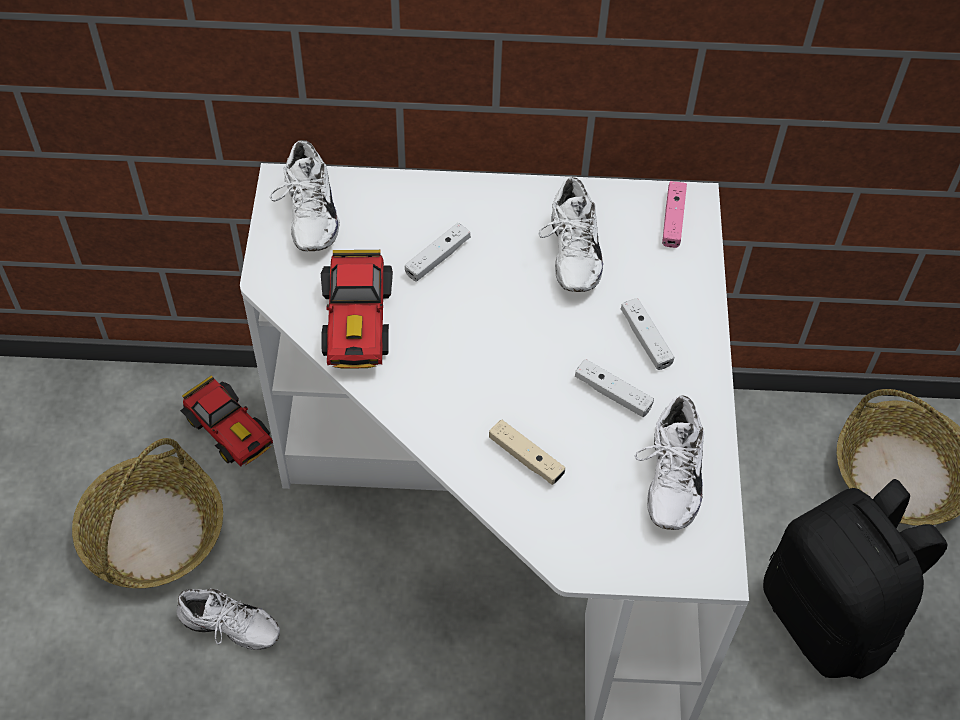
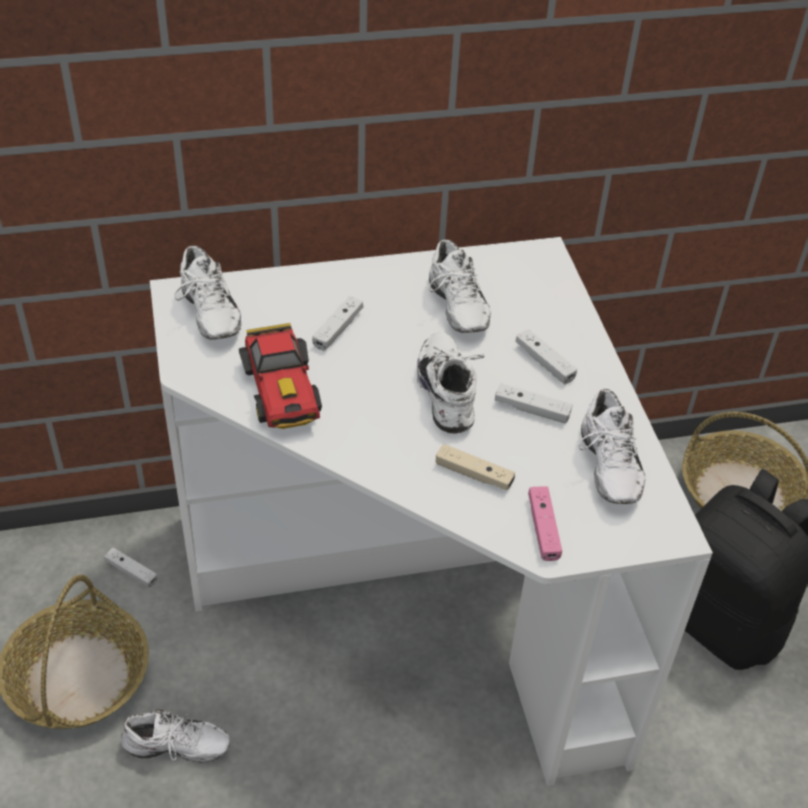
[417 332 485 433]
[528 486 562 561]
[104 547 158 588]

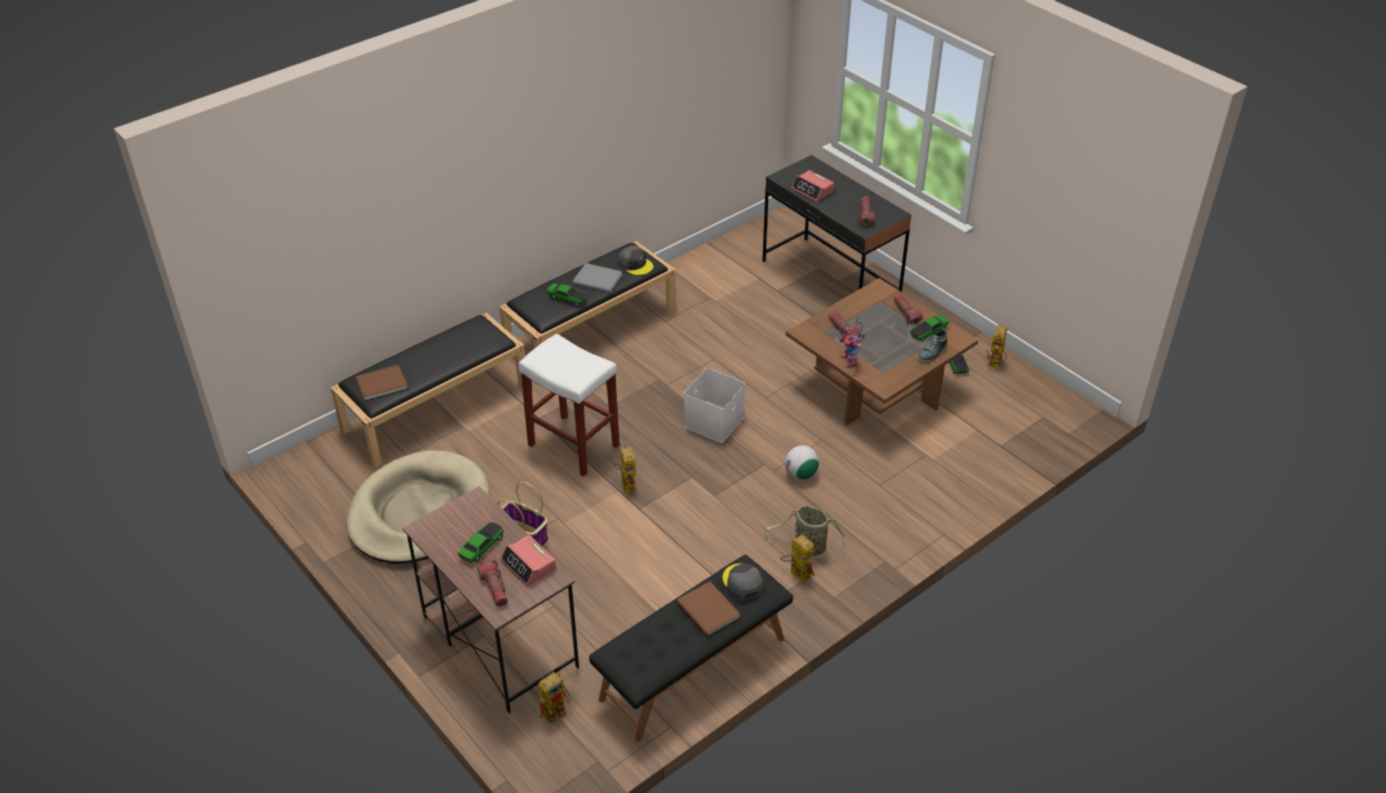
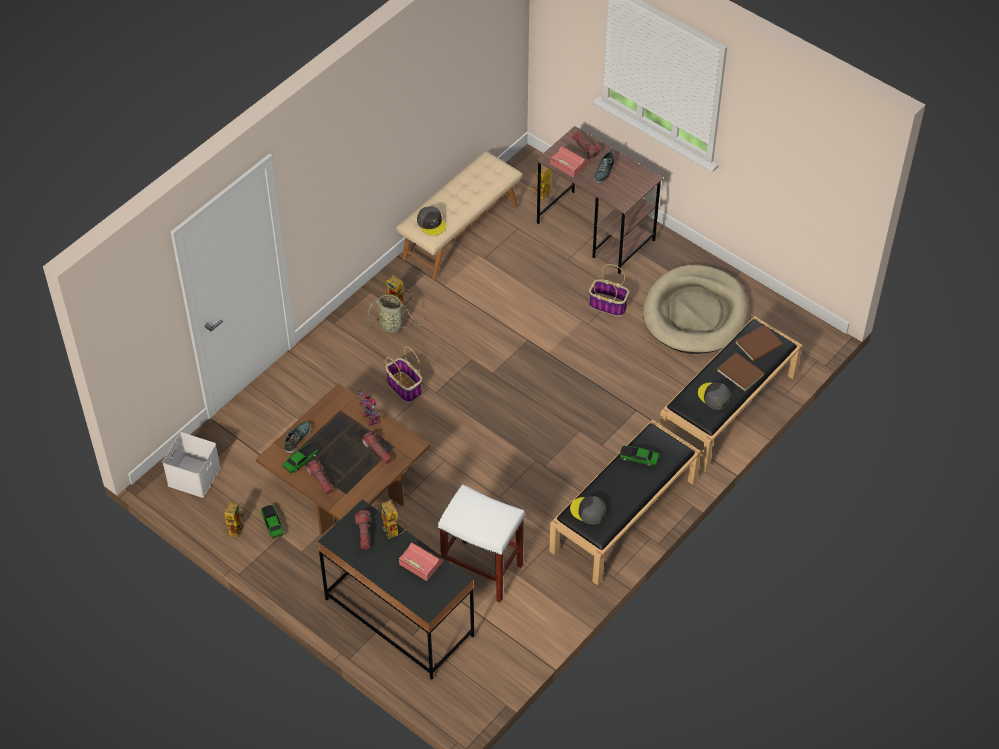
[573 263 622 293] (first image)
[698 382 731 410]
[438 484 525 602]
[381 500 407 539]
[717 352 765 391]
[163 432 221 498]
[594 150 614 183]
[385 346 422 403]
[396 151 522 280]

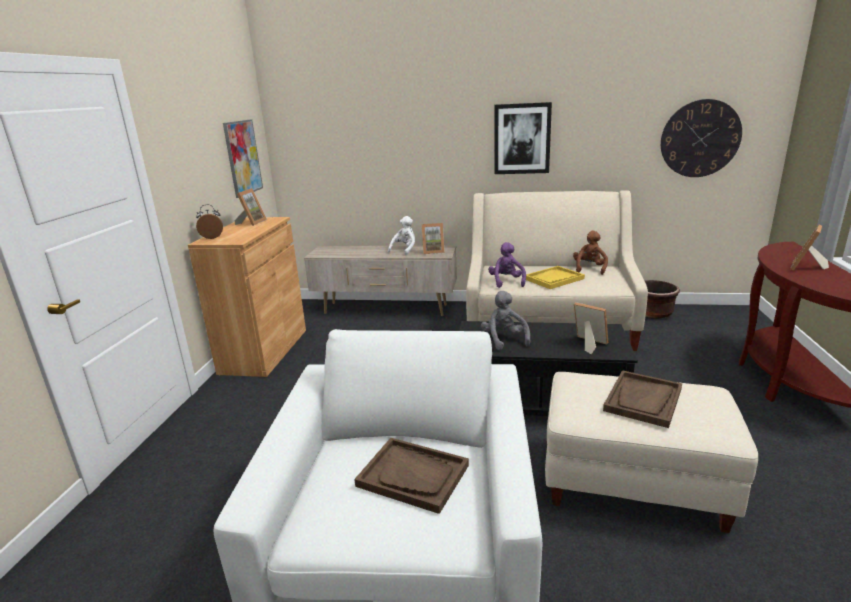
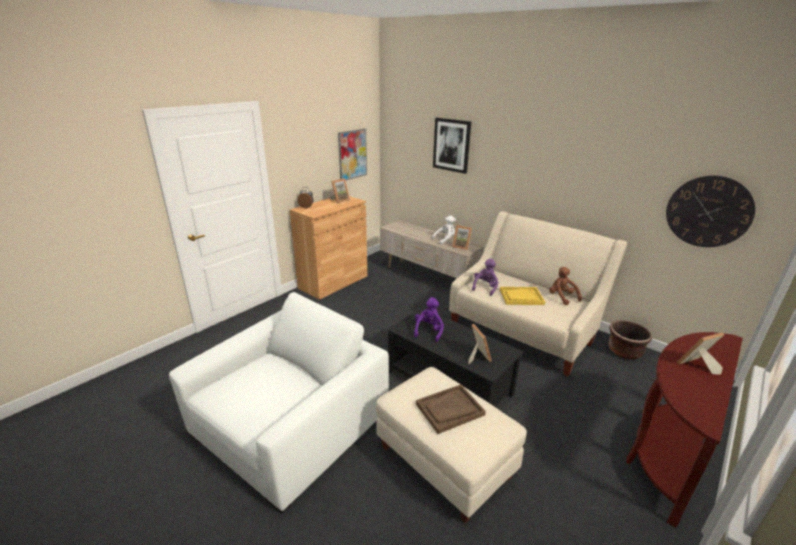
[354 438 469 514] (first image)
[433 118 471 174]
[414 297 444 342]
[549 267 582 305]

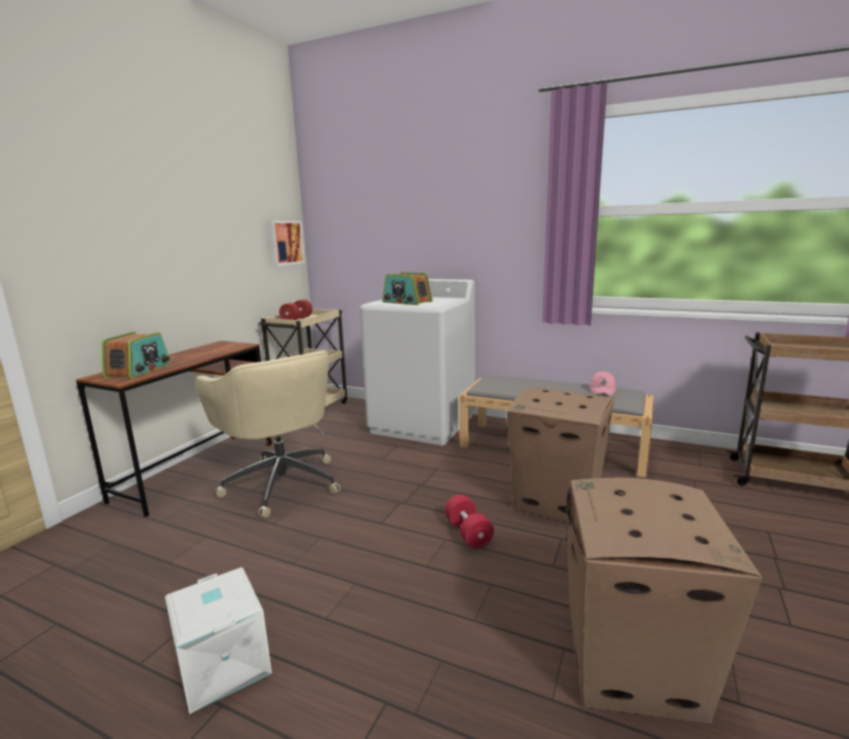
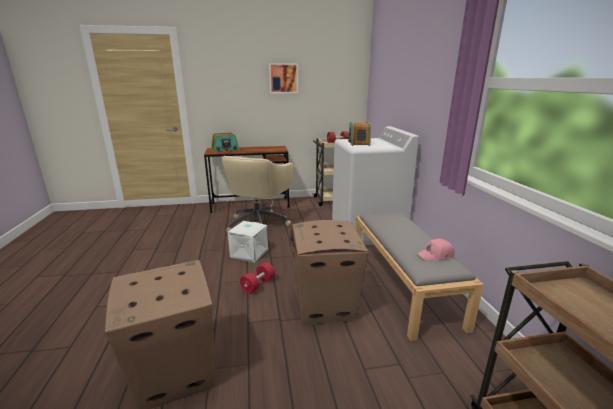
[228 221 268 263]
[269 63 298 93]

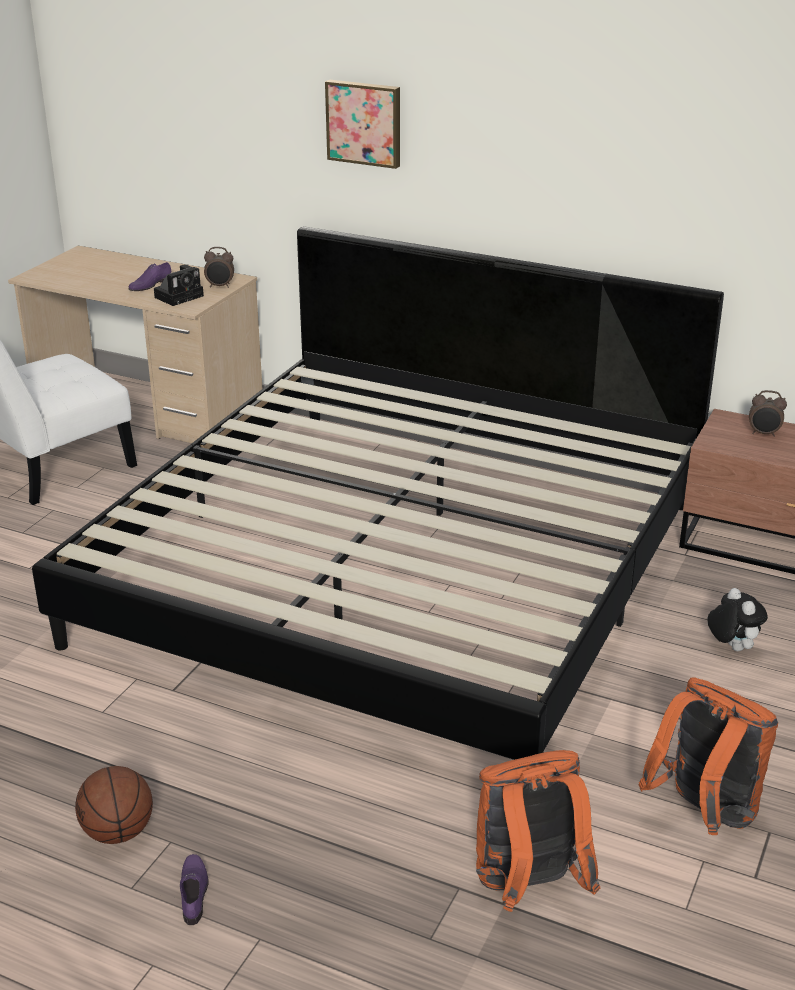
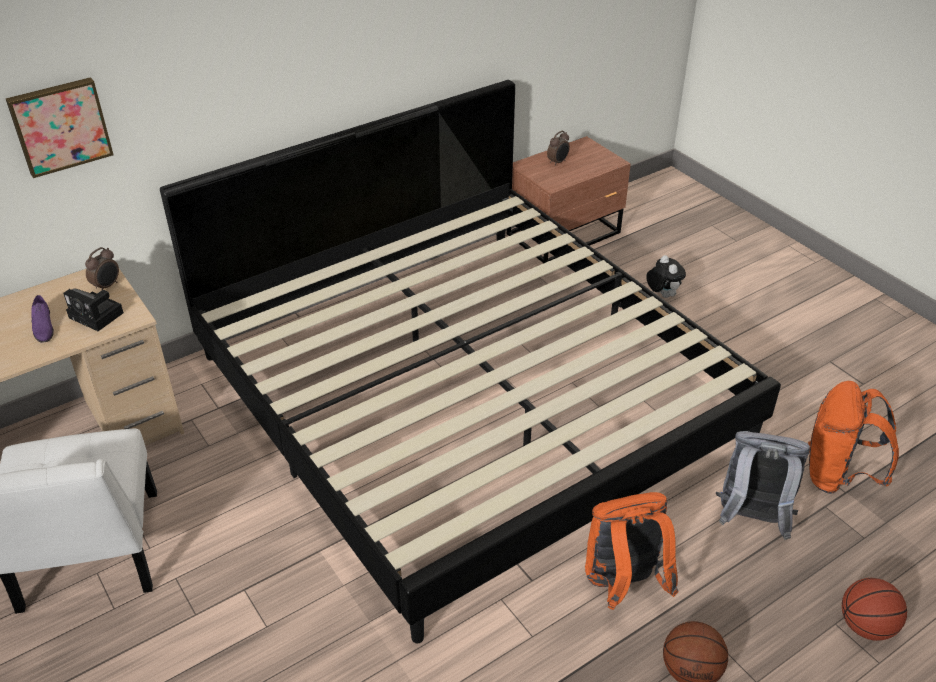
[180 854 209 925] (first image)
[716 431 810 540]
[842 578 907 641]
[6 77 114 178]
[585 492 679 610]
[63 288 124 331]
[646 255 686 298]

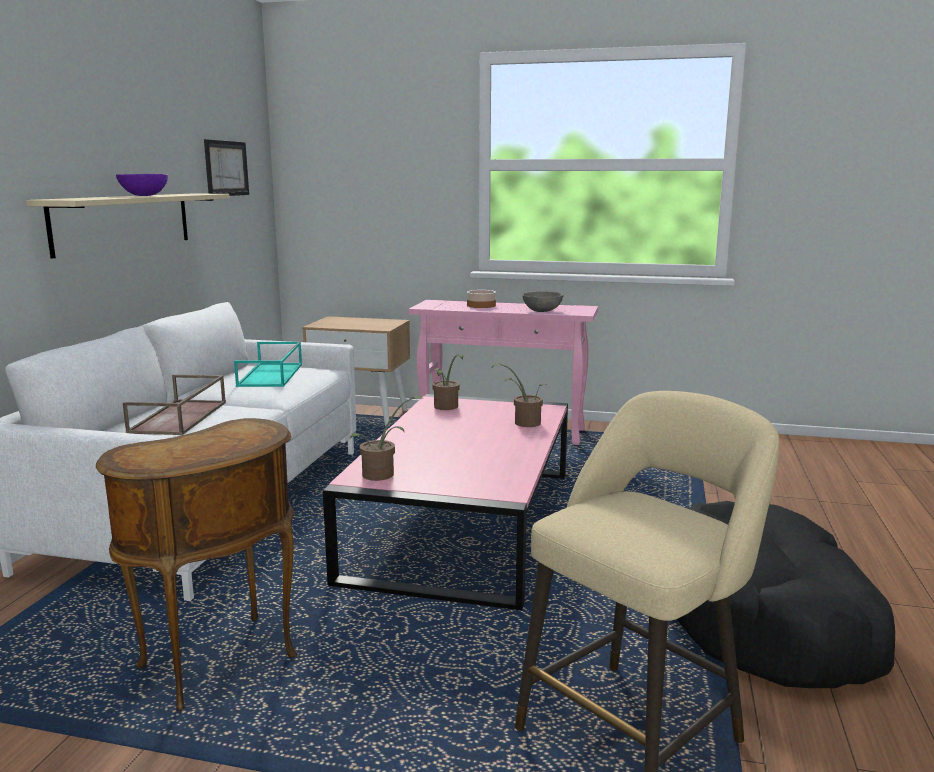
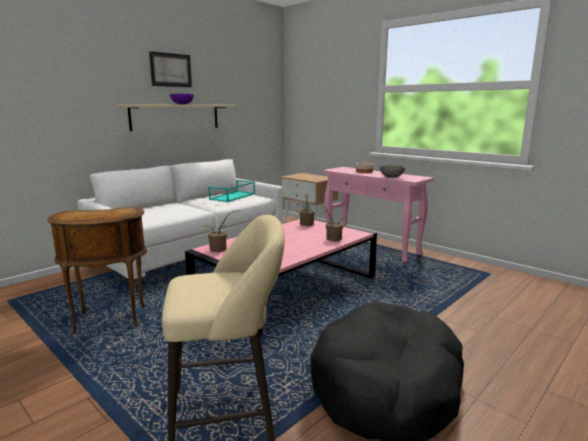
[123 374 226 435] (first image)
[149 51 192 87]

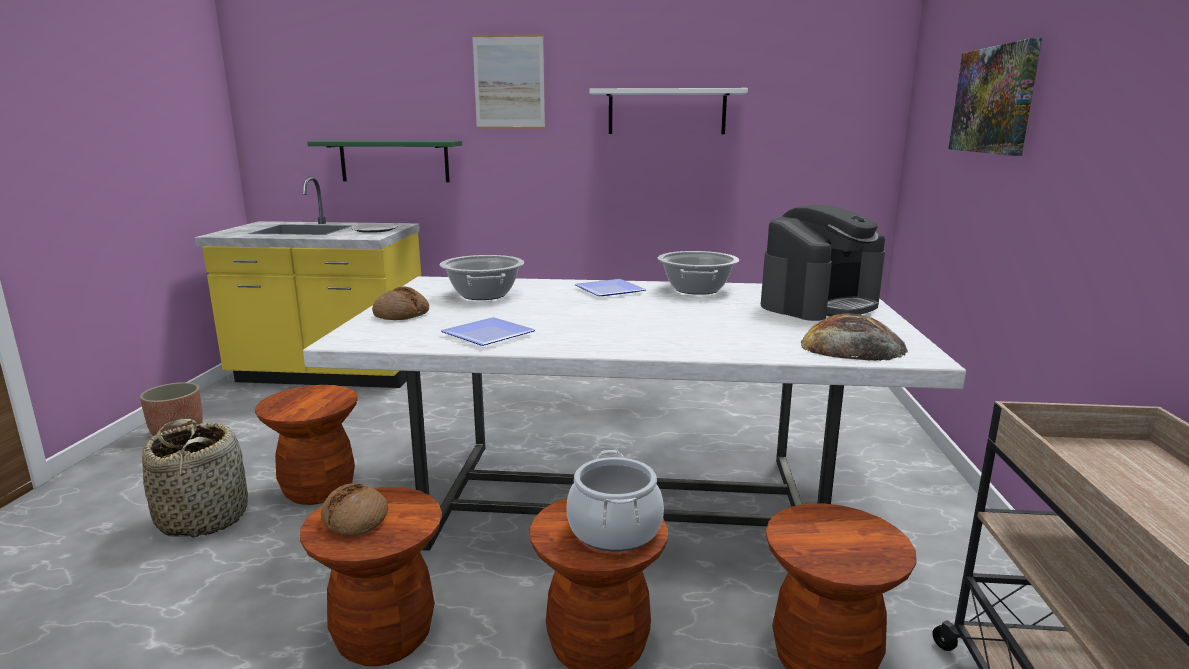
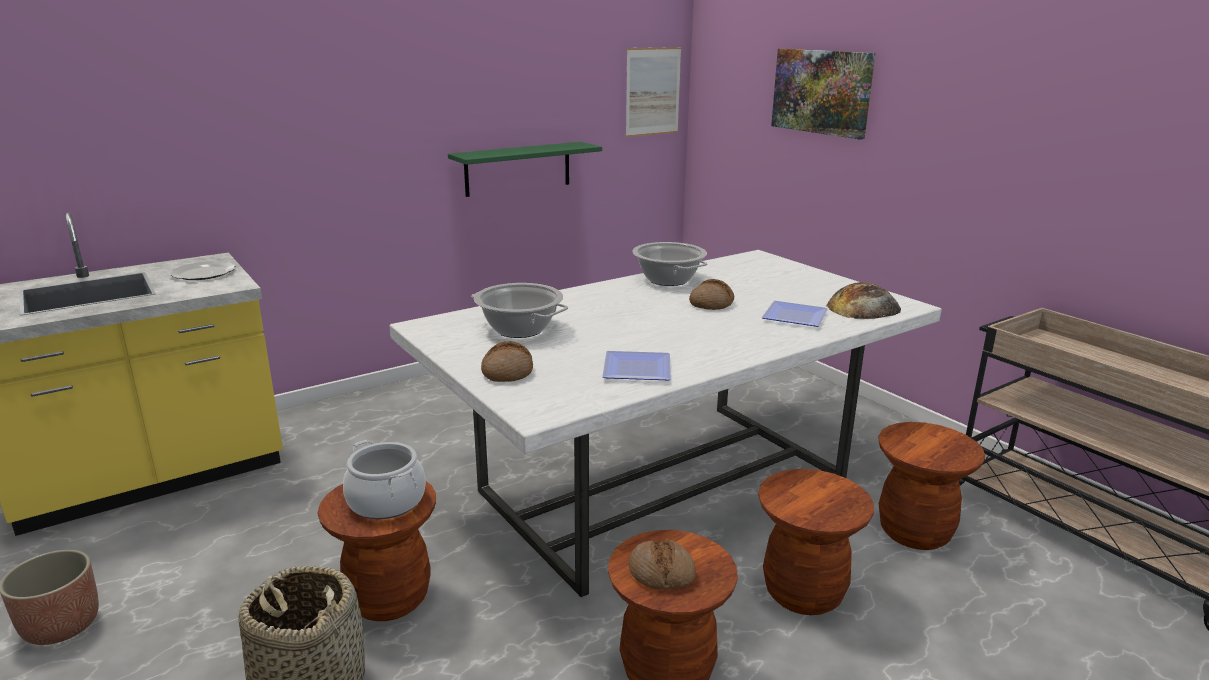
[589 88 748 134] (first image)
[761 205 885 321] (first image)
[689 279 734 310]
[448 142 602 197]
[625 47 682 137]
[343 440 426 519]
[761 301 828 327]

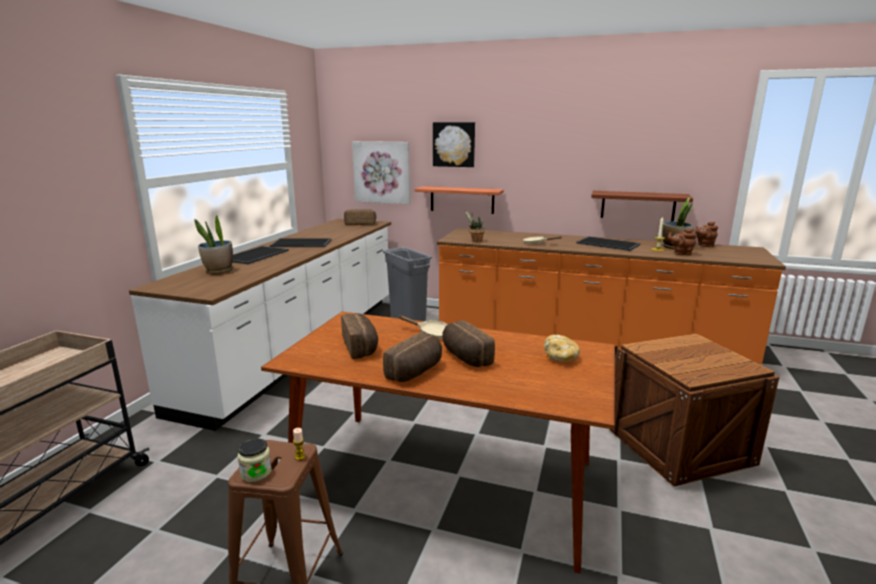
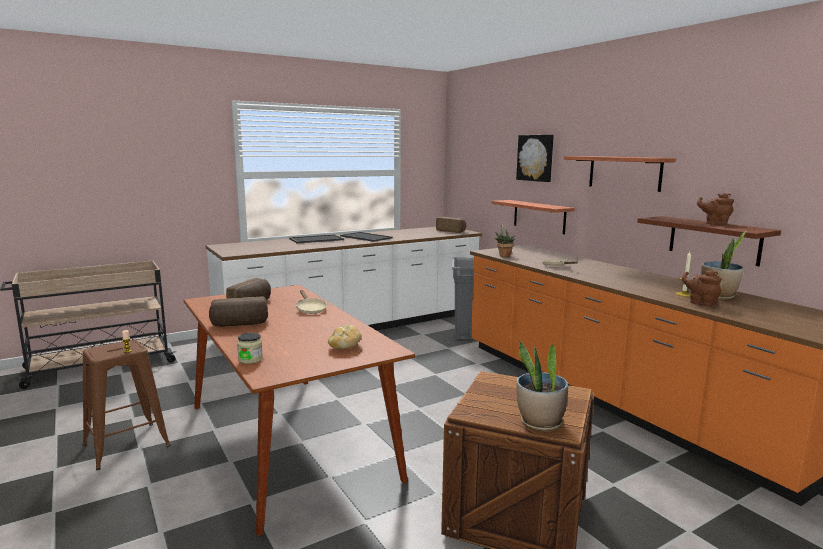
[352 141 410 204] (first image)
[442 320 495 367] (first image)
[576 236 640 251] (first image)
[564 156 676 192]
[517 342 568 432]
[237 333 263 364]
[697 193 734 225]

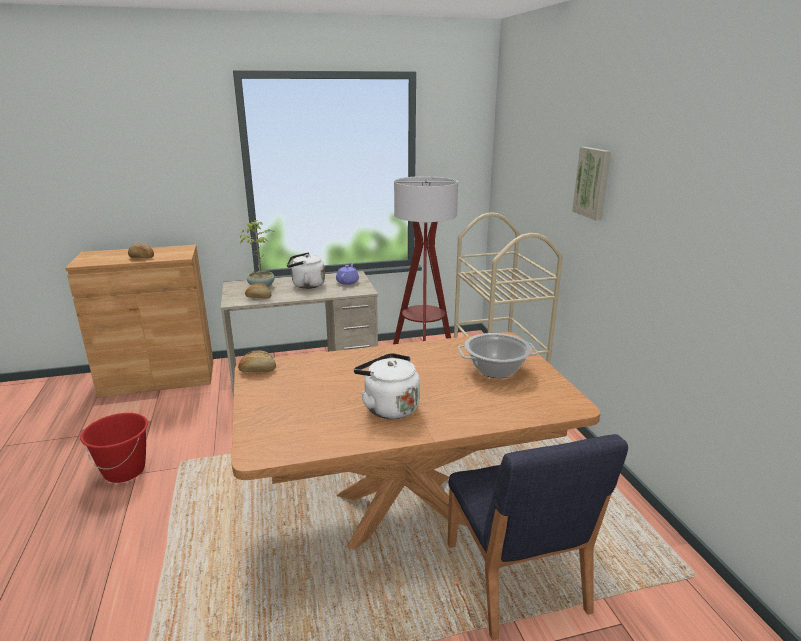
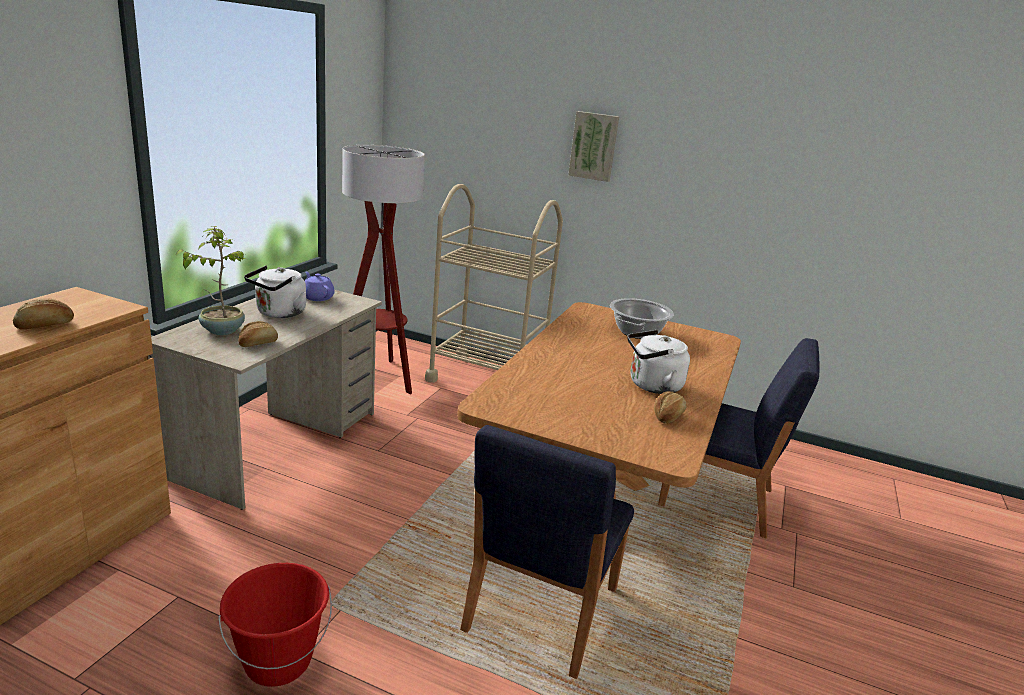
[460 425 634 679]
[654 391 686 423]

